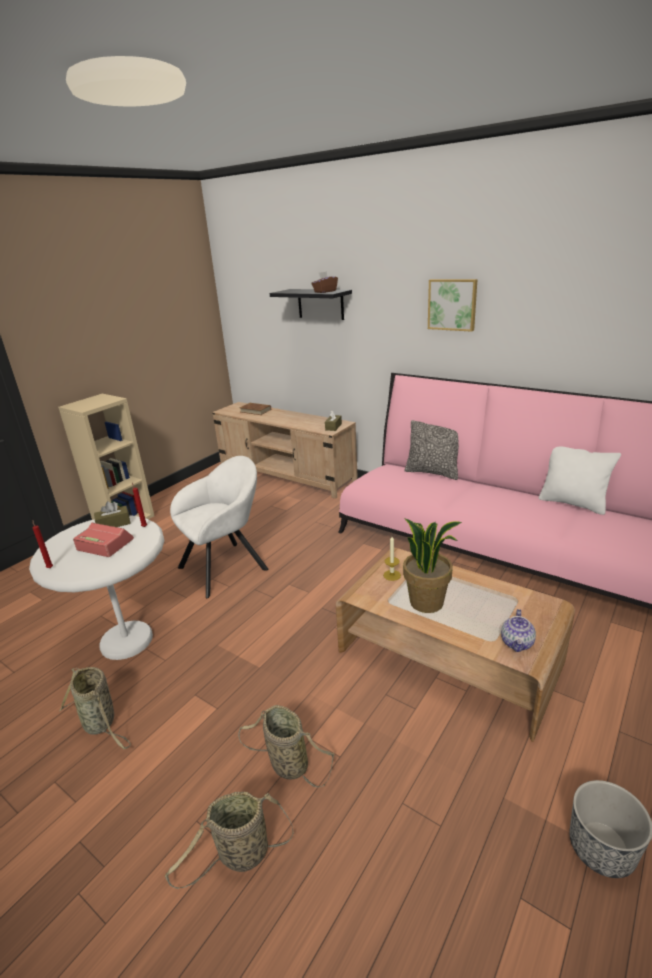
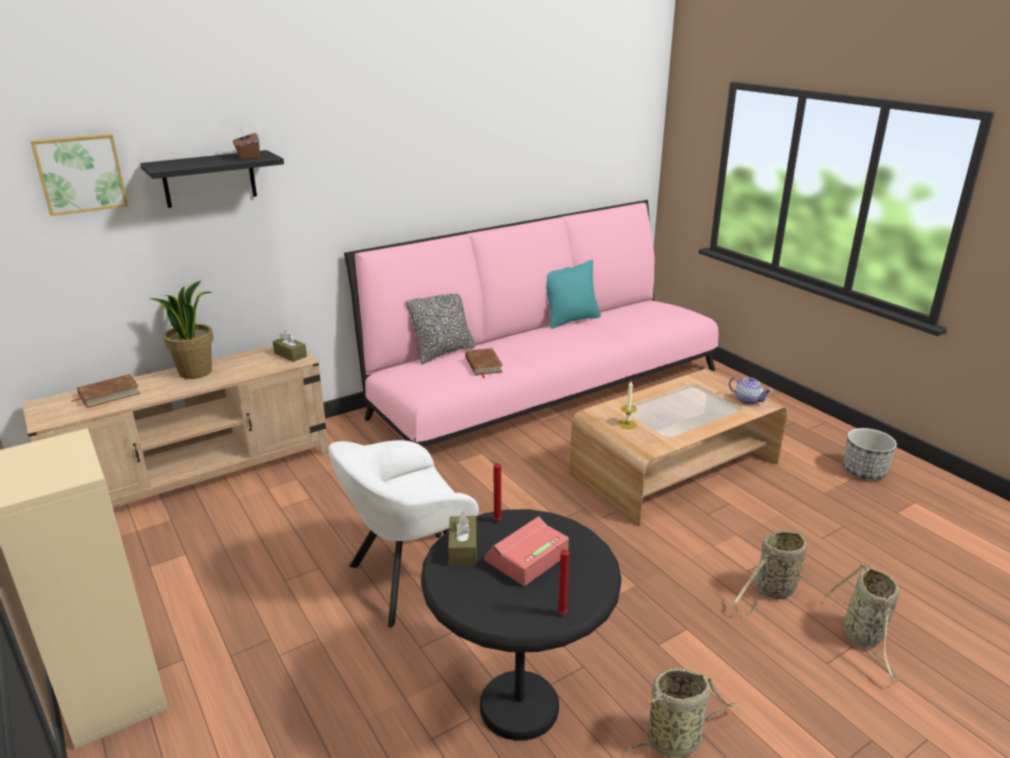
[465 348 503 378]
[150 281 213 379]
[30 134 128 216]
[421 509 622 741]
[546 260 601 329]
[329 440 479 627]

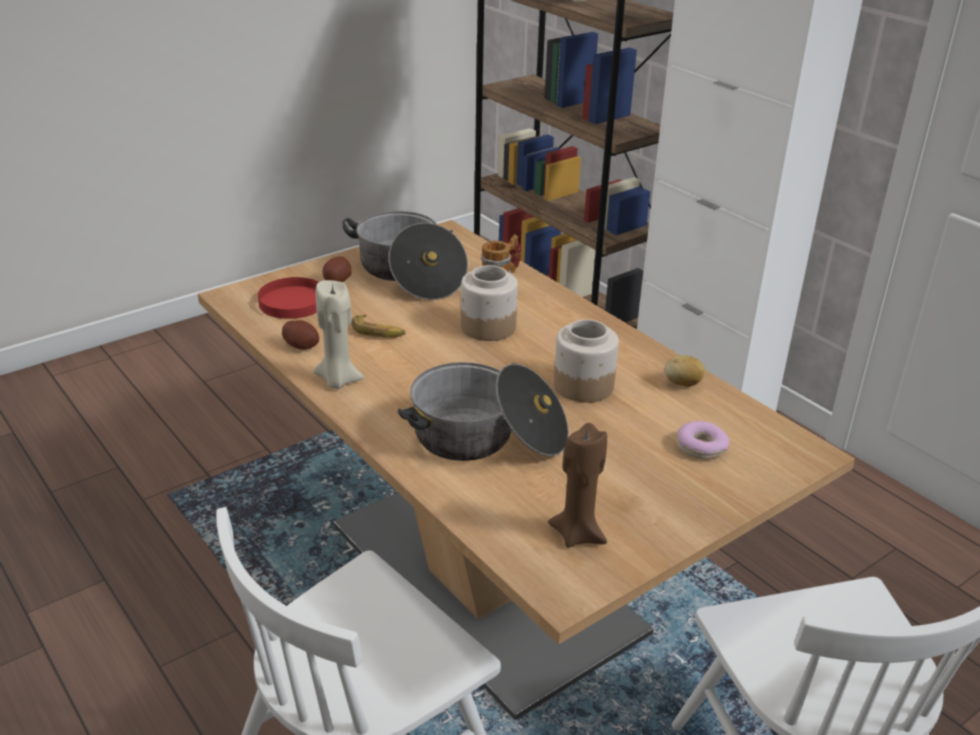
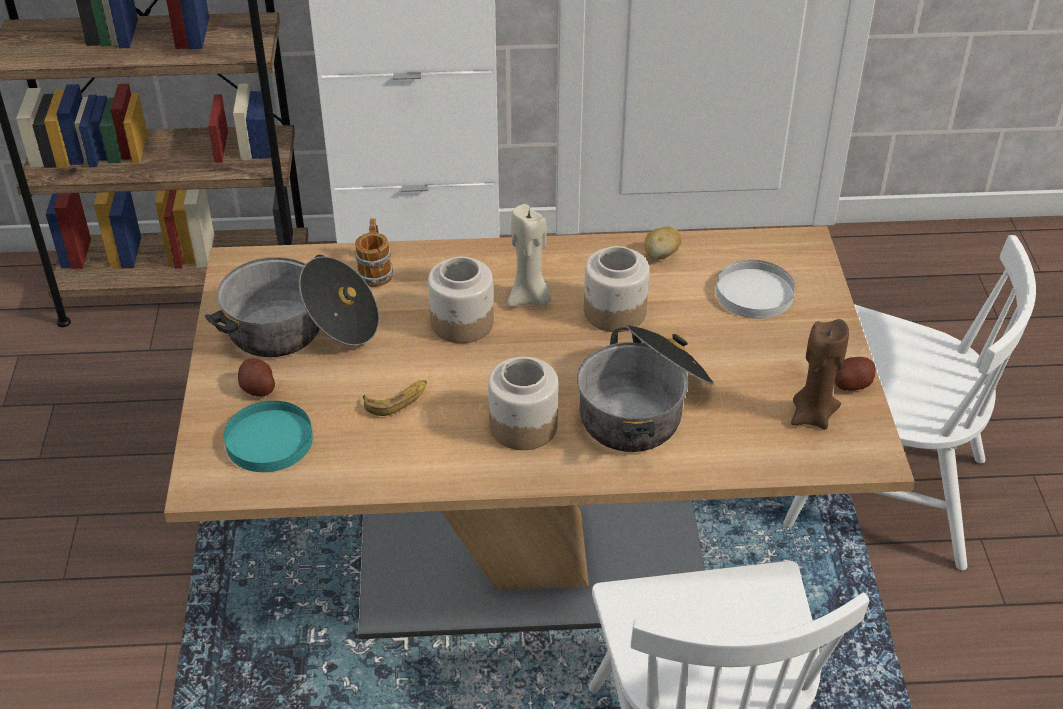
[488 357 558 450]
[835 357 876 391]
[507 204 551 307]
[716 260 795 319]
[224 401 313 472]

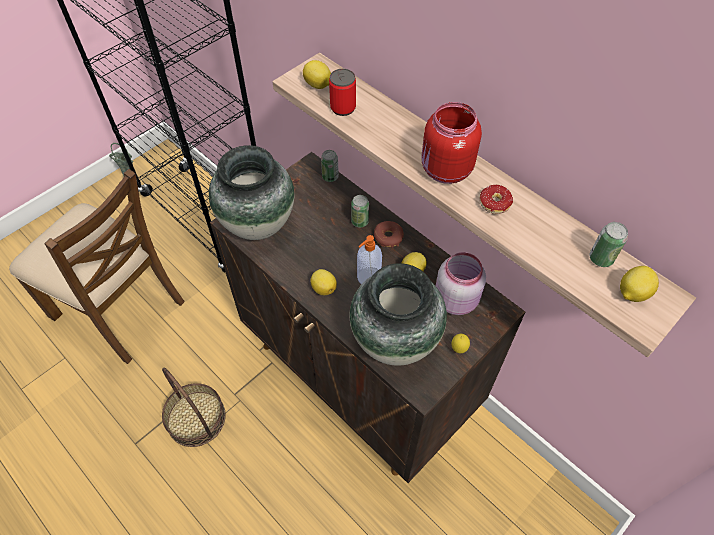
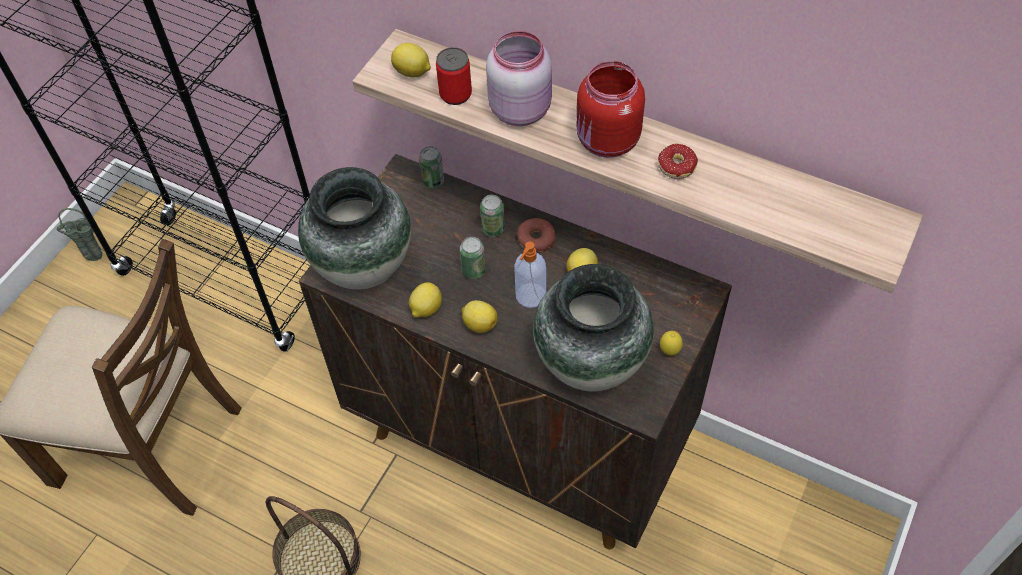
[486 31 552 126]
[460 237 486 279]
[409 282 442 318]

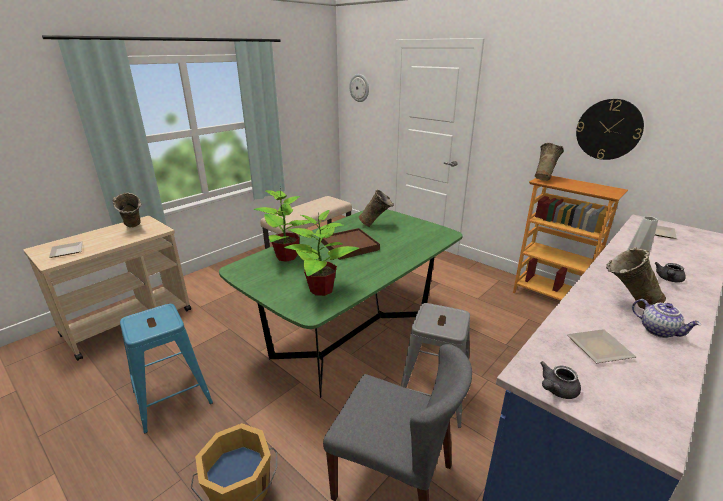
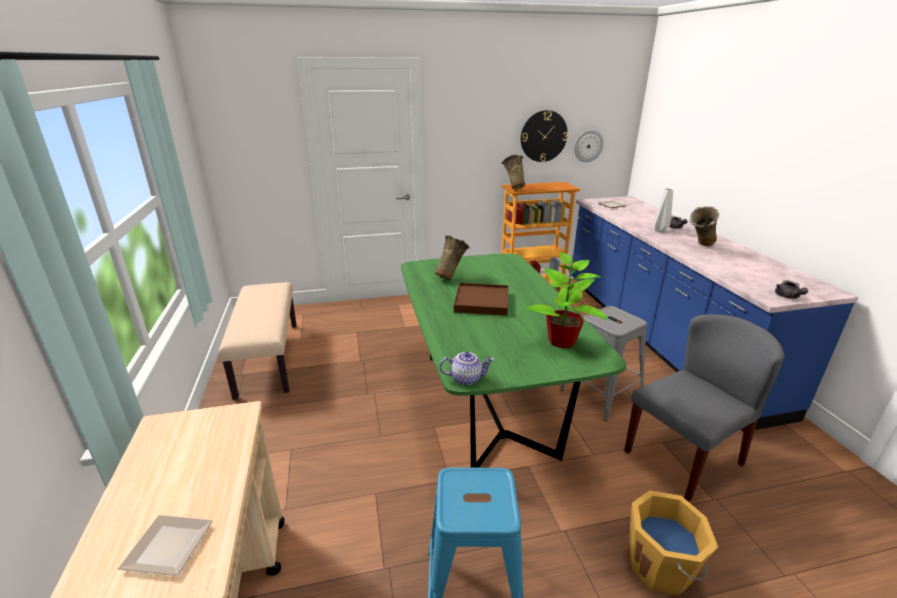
[112 192 142 227] (first image)
[253 187 318 262] (first image)
[567 329 636 363] (first image)
[574 130 604 162]
[439 352 494 385]

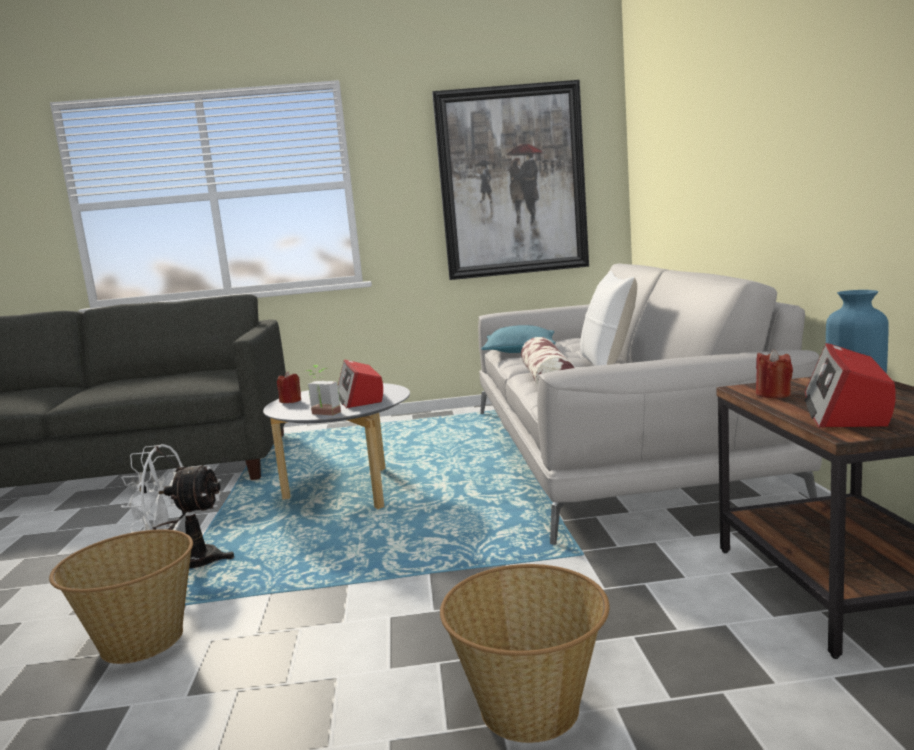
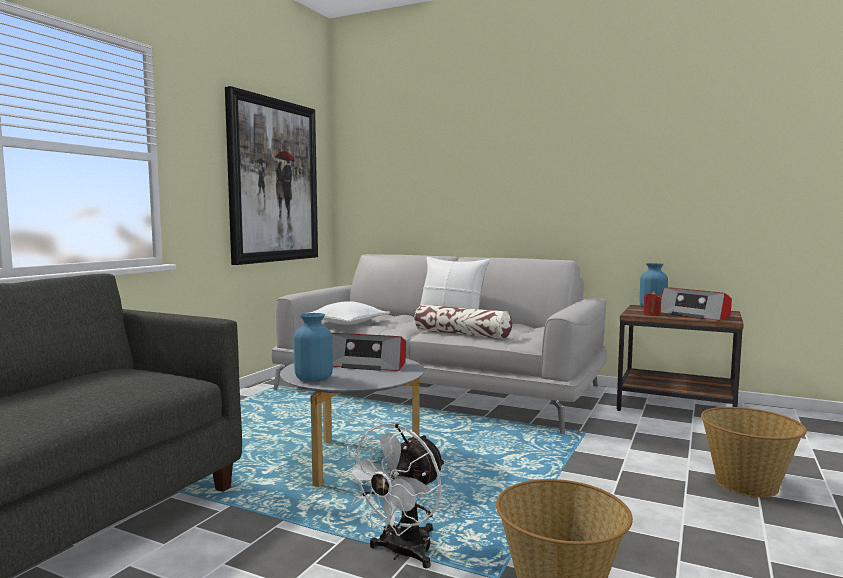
[306 365 341 415] (first image)
[294 313 333 382]
[309 301 390 325]

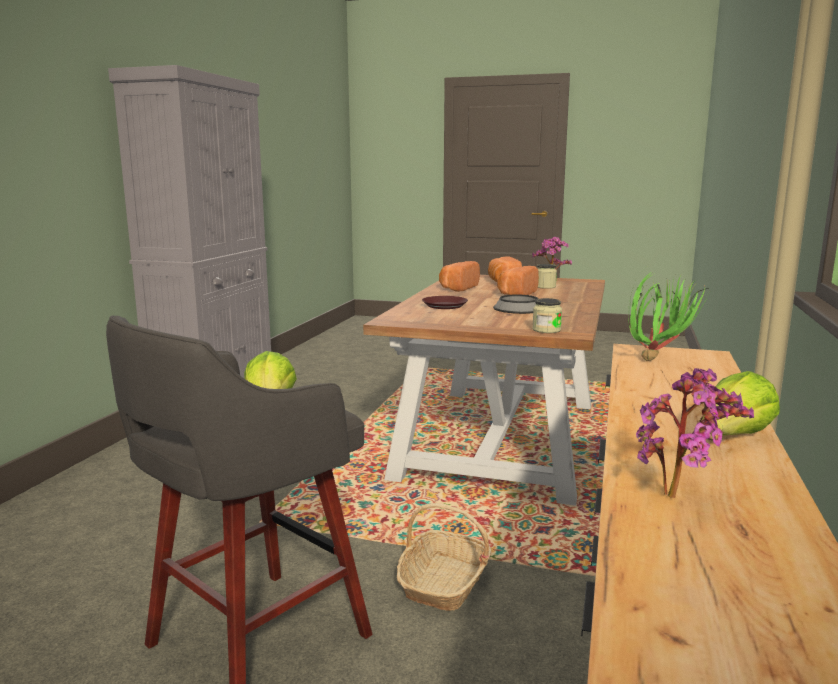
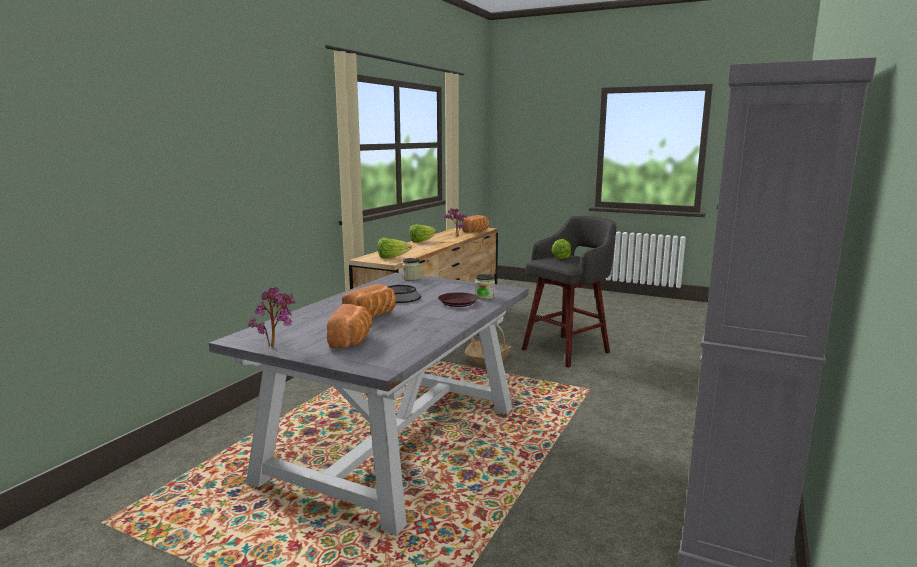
[462 215 489 233]
[475 274 495 299]
[378 238 412 258]
[209 272 529 535]

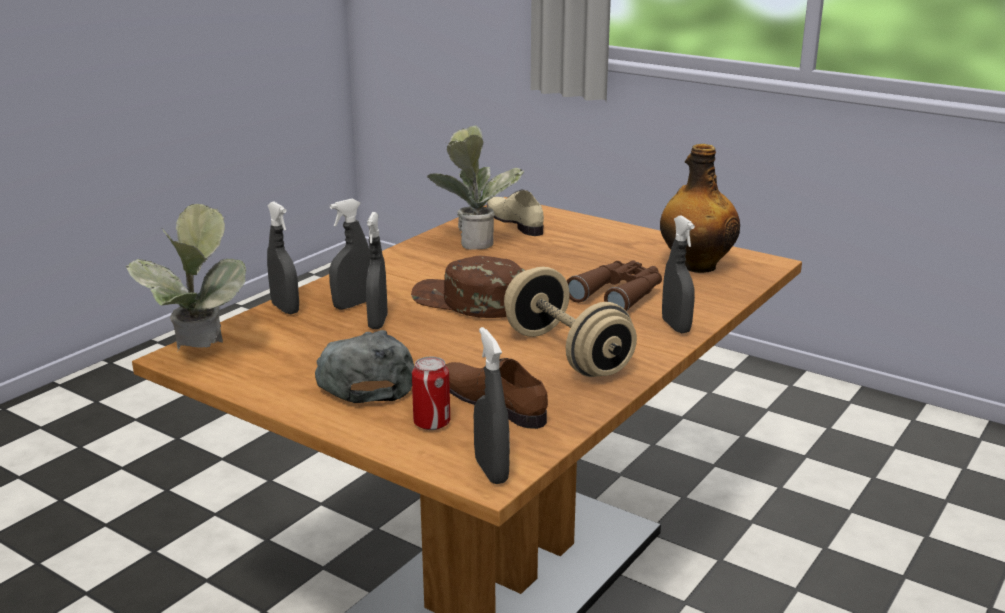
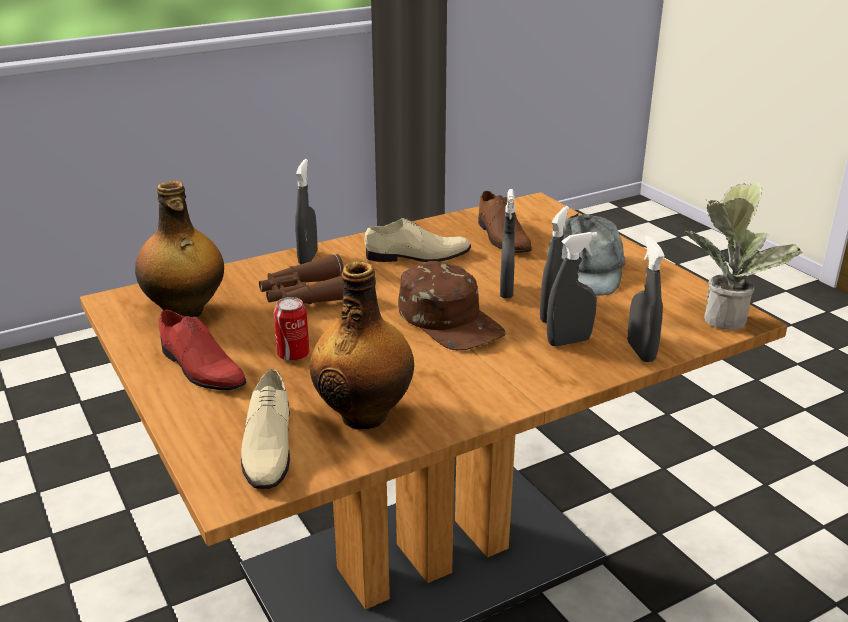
[159 310 246 390]
[274 297 309 361]
[500 189 515 298]
[310 261 414 430]
[364 218 471 262]

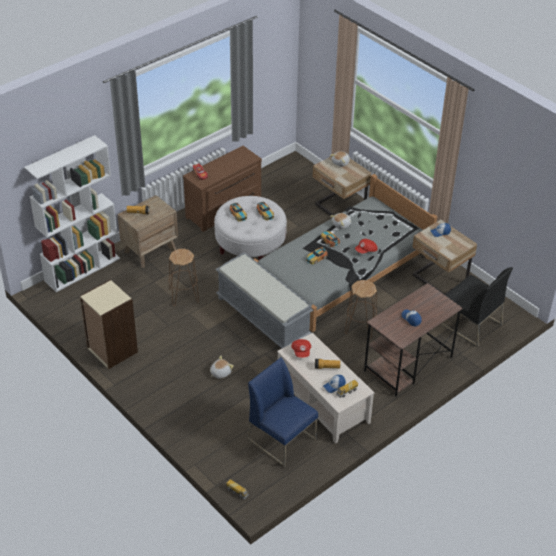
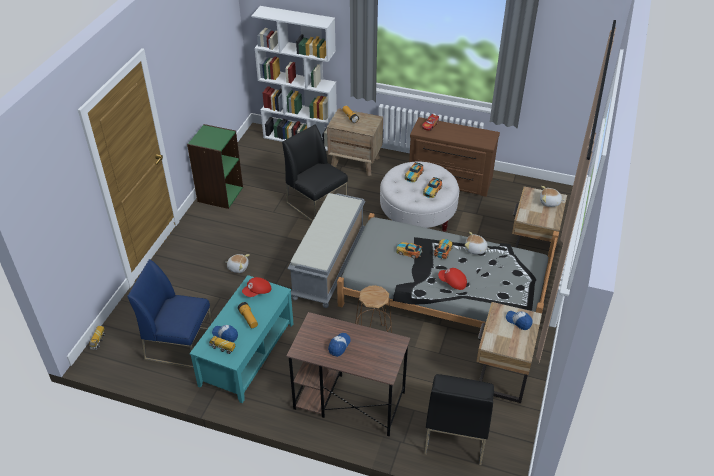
[282 124 348 222]
[187 124 243 209]
[190 275 293 403]
[127 259 212 369]

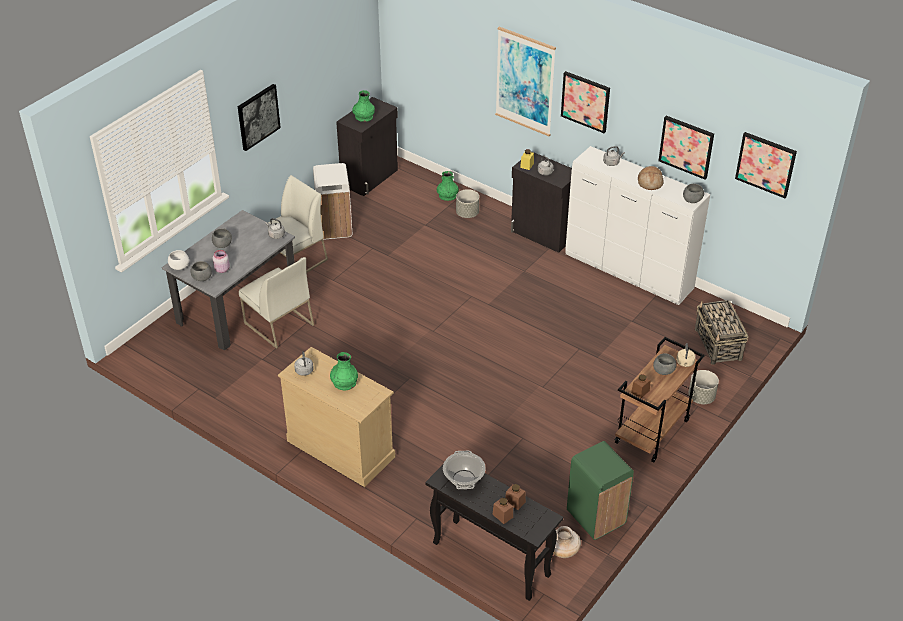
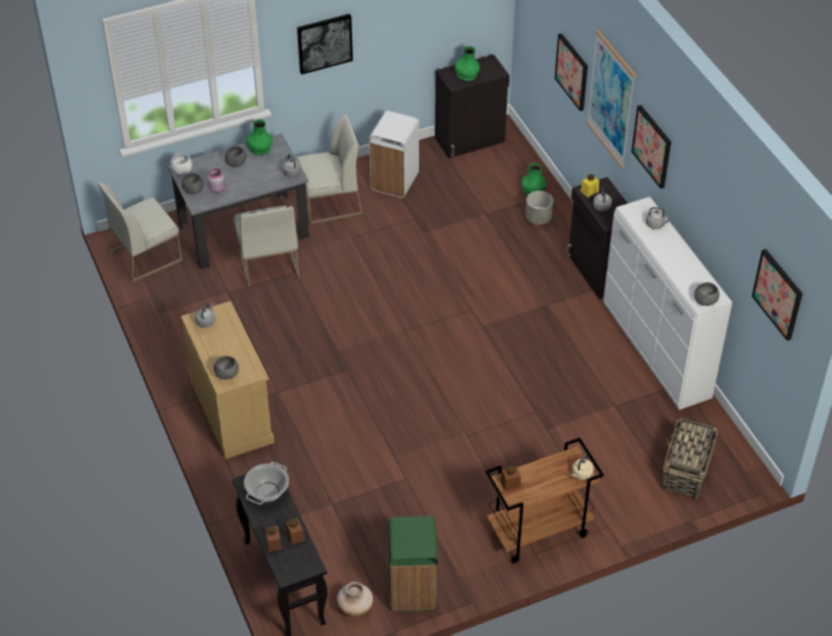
[638 166 664 190] (first image)
[688 370 719 404] (first image)
[98 182 182 283]
[246 119 272 155]
[214 356 239 379]
[555 33 588 111]

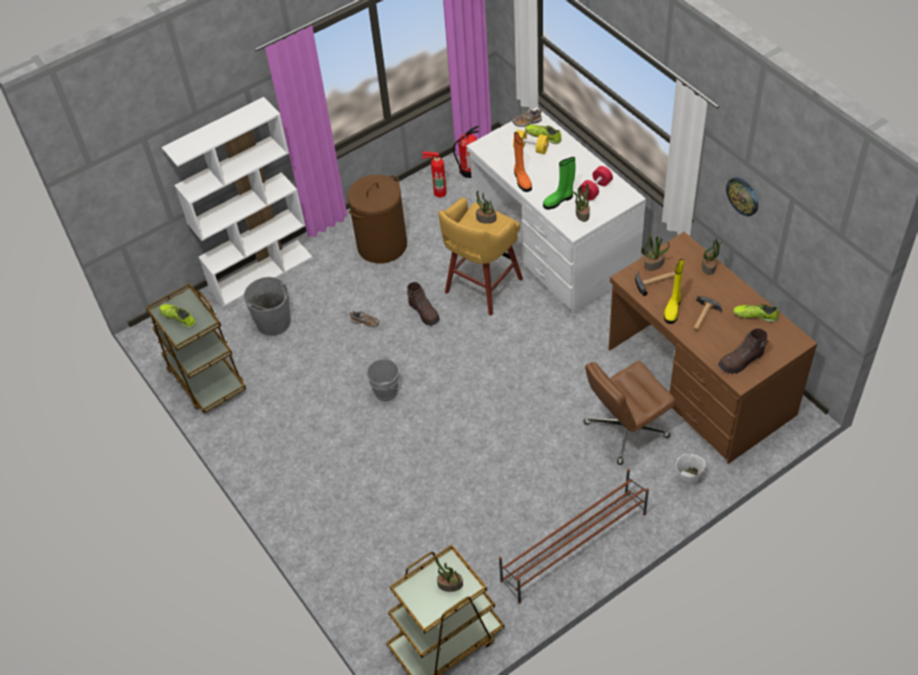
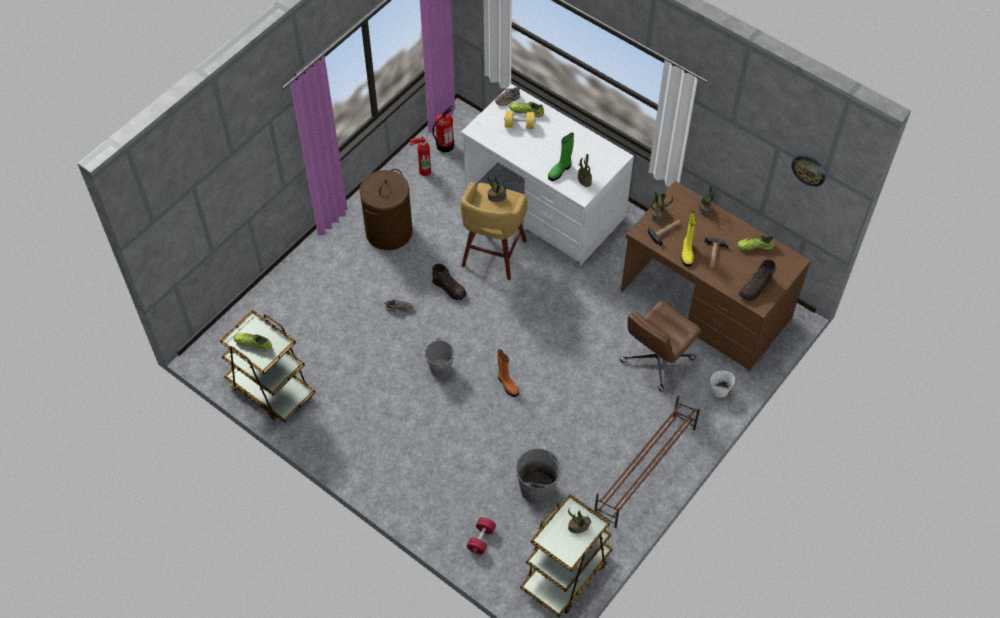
[162 97 313 307] (first image)
[516 448 561 504]
[498 349 519 397]
[467 517 496 555]
[791 155 826 187]

